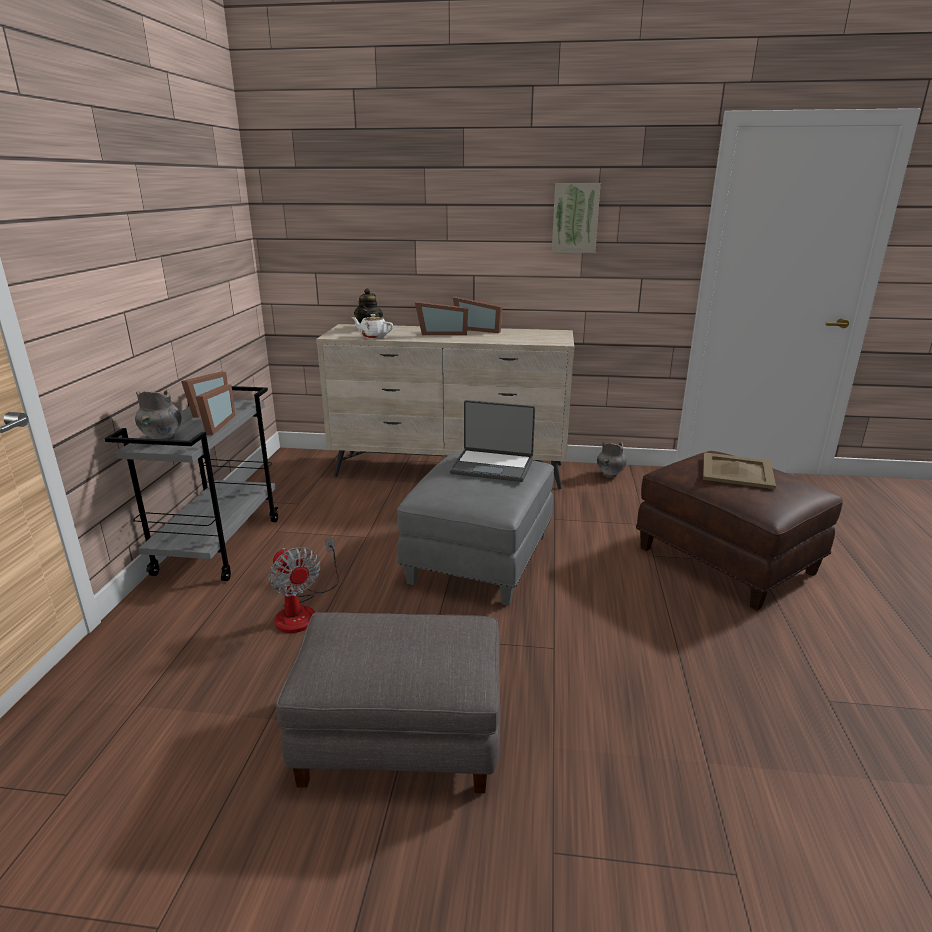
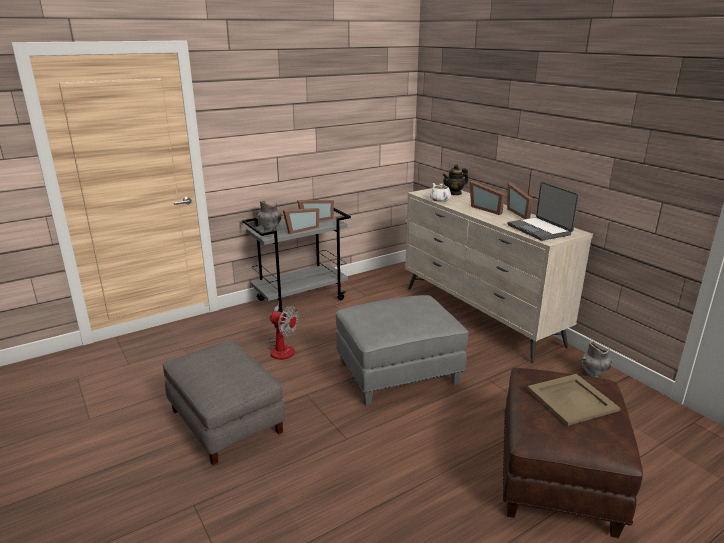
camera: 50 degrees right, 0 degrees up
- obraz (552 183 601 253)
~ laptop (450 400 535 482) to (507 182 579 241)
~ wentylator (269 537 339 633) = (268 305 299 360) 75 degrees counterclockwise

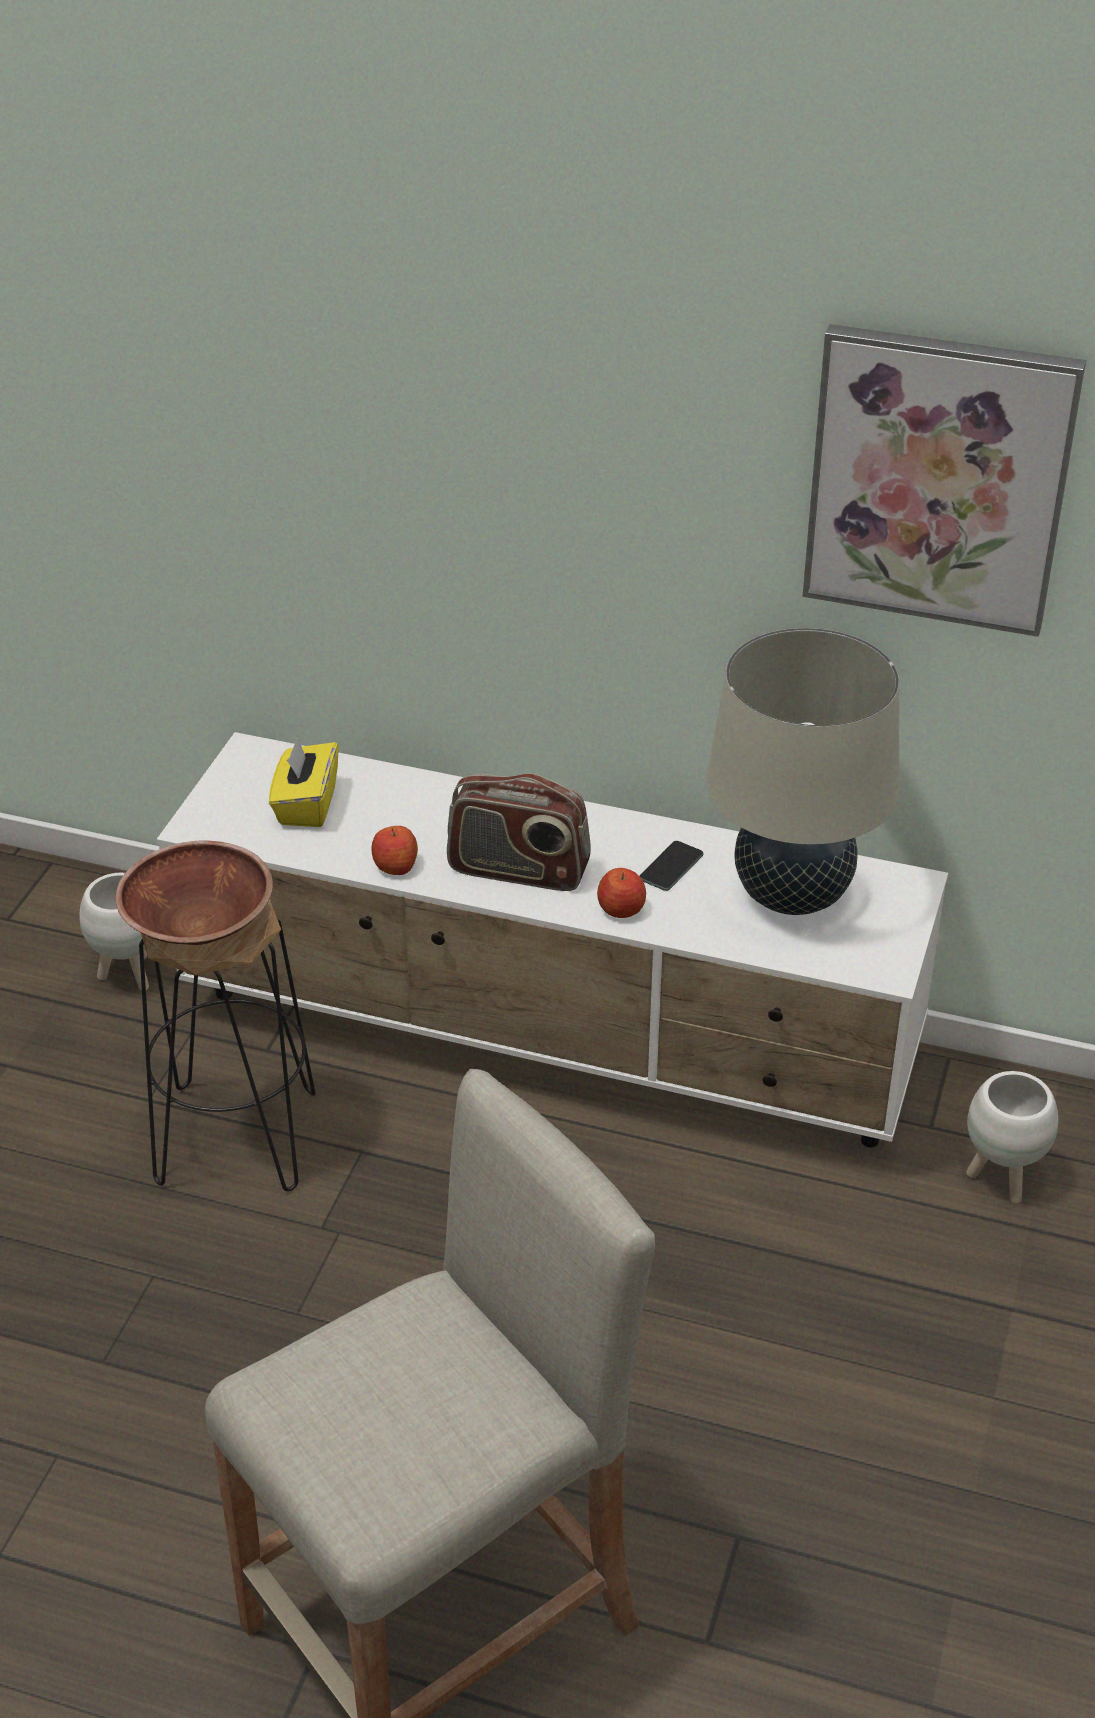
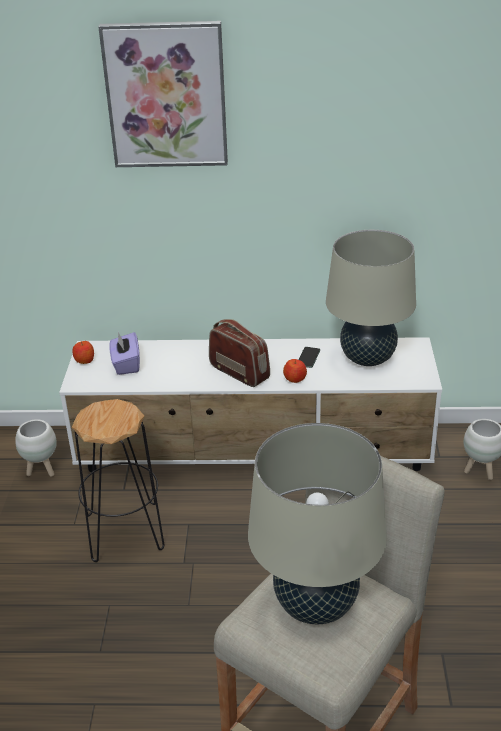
camera: 15 degrees left, 5 degrees down
- miska (brązowy) (115 840 273 945)
+ lampa stołowa (beżowy) (248 423 387 624)
~ jabłko (371 826 418 875) to (72 341 94 364)
~ obraz (803 324 1086 637) to (98 21 228 167)
~ pudełko chusteczek (żółty) (269 737 339 827) to pudełko chusteczek (fioletowy) (109 332 140 375)
~ radio (447 773 591 891) = (209 319 270 387) 135 degrees counterclockwise

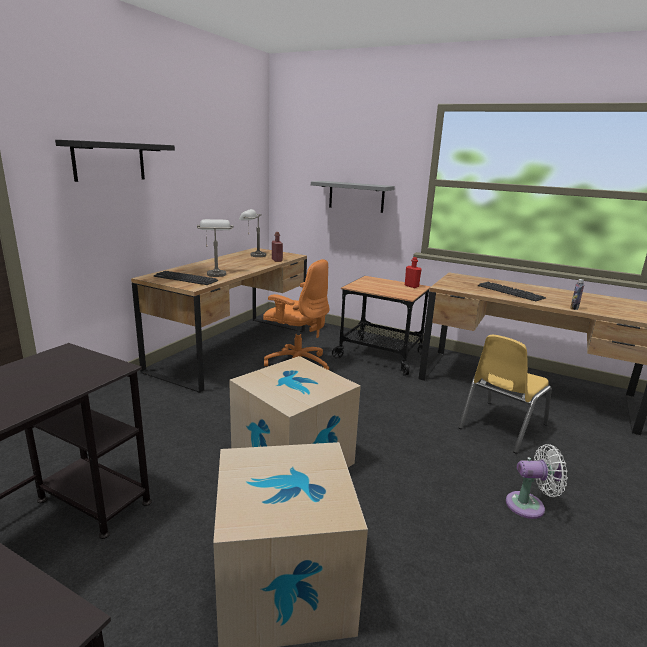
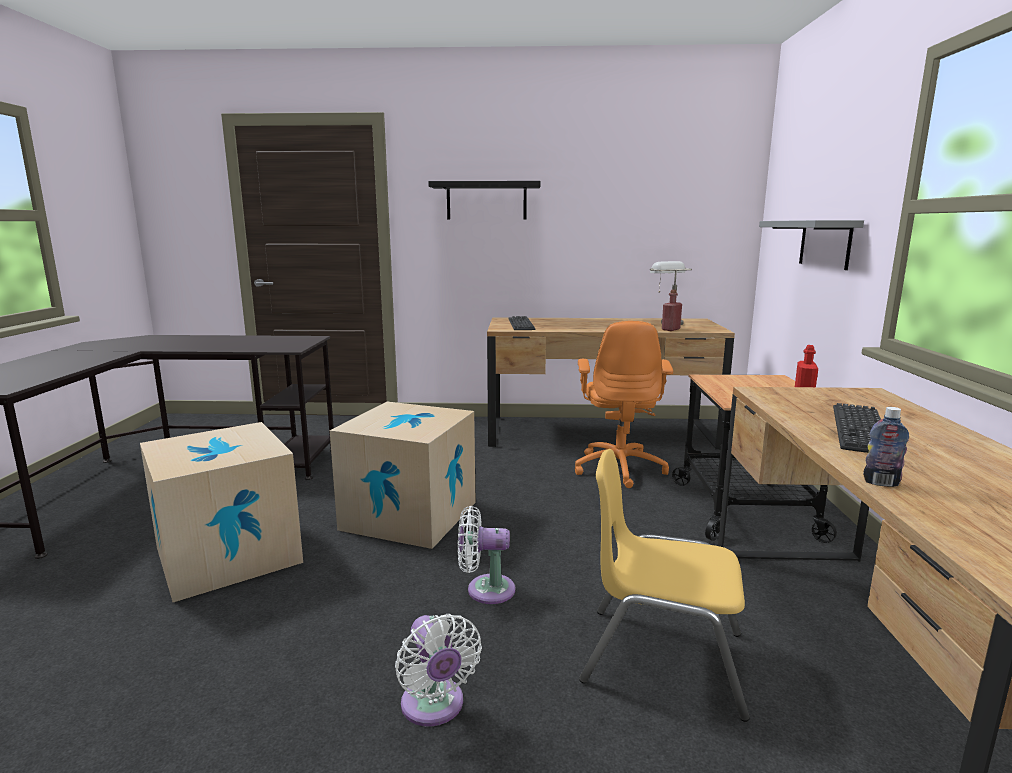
camera: 65 degrees right, 5 degrees down
- lampa stołowa (szary) (197 219 234 277)
+ wentylator (biały) (458 506 515 604)

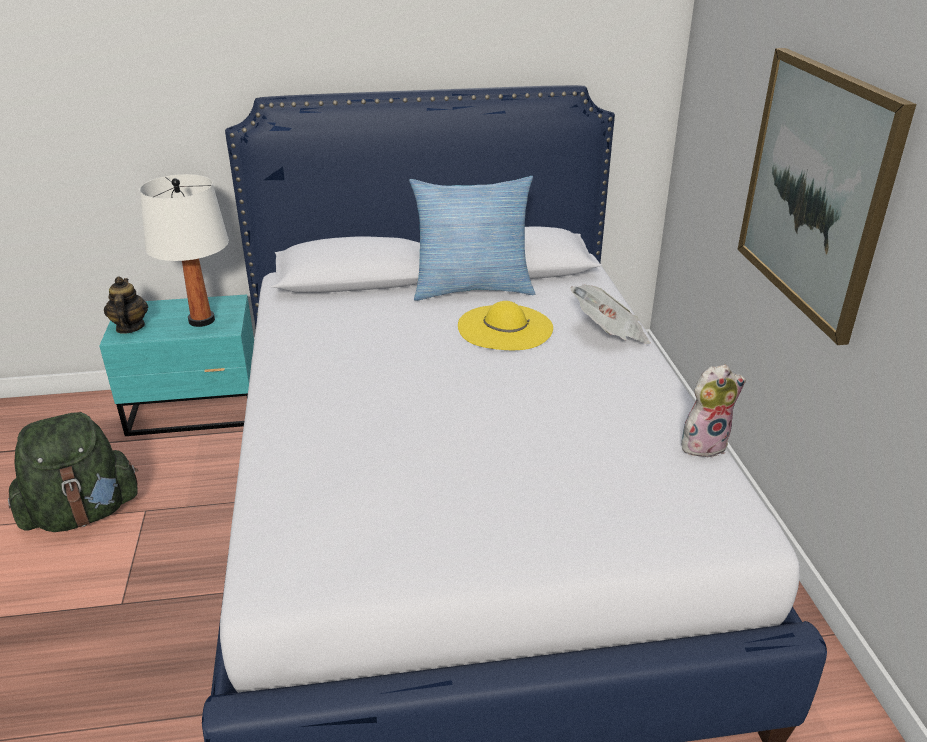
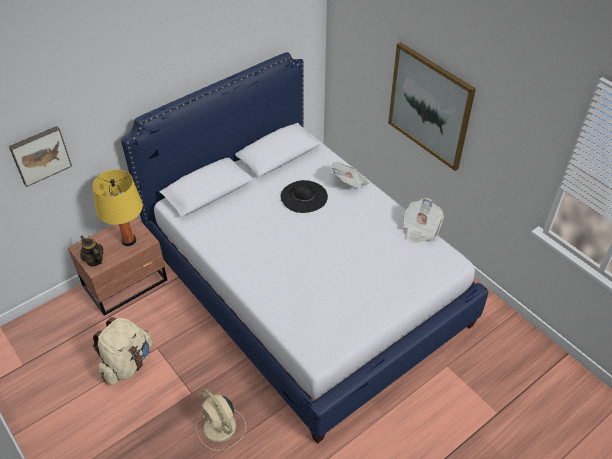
camera: 30 degrees left, 15 degrees up
- poduszka (409 176 535 301)
+ obraz (9 126 72 187)
+ wentylator (beżowy) (196 389 246 451)
~ pluszak (681 364 746 457) to gazeta (403 198 444 243)
~ plecak (zielony) (8 412 138 532) to plecak (beżowy) (93 317 152 385)
~ szafka nocna (turkusowy) (99 294 254 436) to szafka nocna (brązowy) (68 217 167 316)
~ lampa stołowa (biały) (140 174 229 327) to lampa stołowa (żółty) (92 170 143 246)
~ kapelusz (żółty) (458 301 553 350) to kapelusz (czarny) (281 180 328 213)

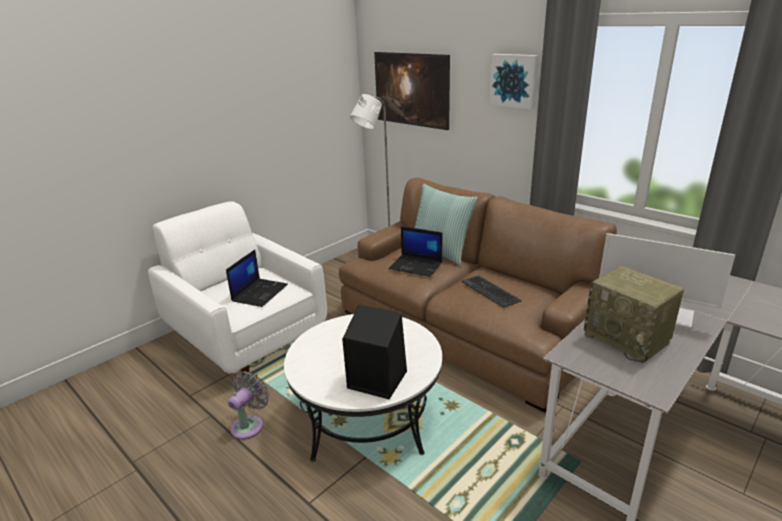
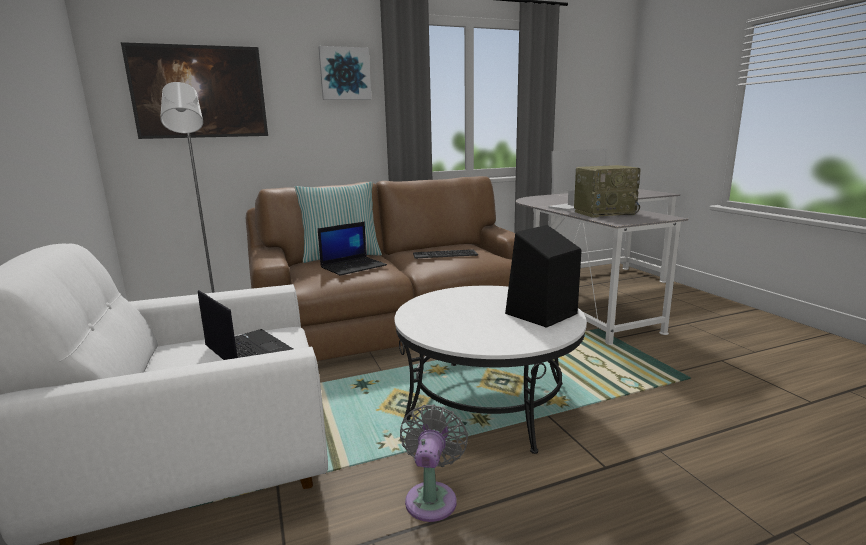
camera: 65 degrees left, 10 degrees down
~ wentylator (szary) (228 371 269 440) = (400 404 468 522) 45 degrees clockwise

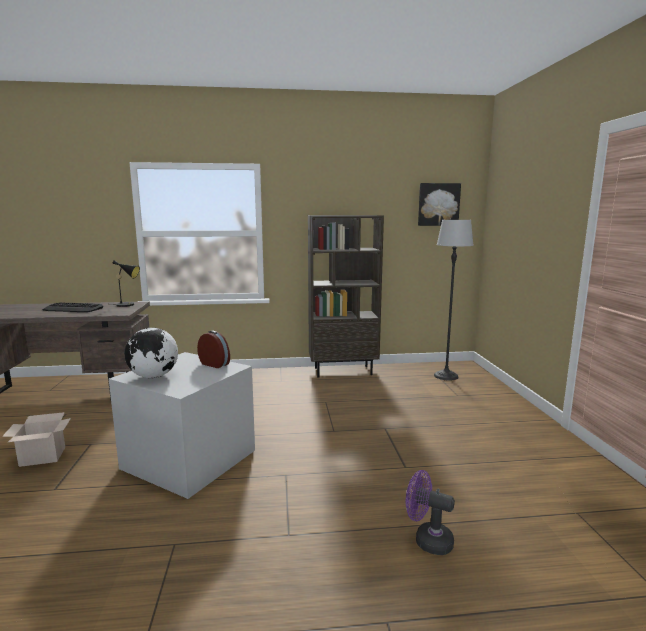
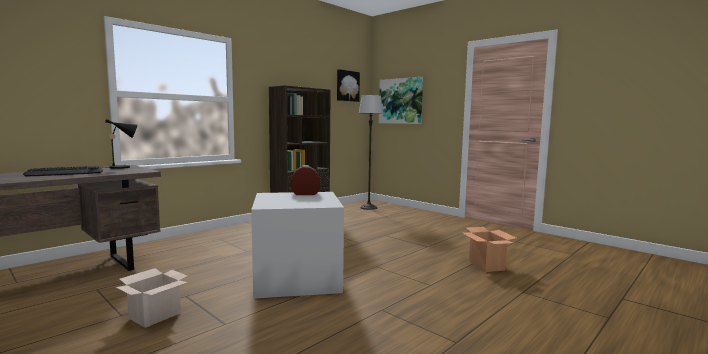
camera: 40 degrees left, 5 degrees down
- globus (124 328 178 378)
+ obraz (379 77 423 124)
~ wentylator (fioletowy) (406 470 455 555) to karton (461 227 517 272)

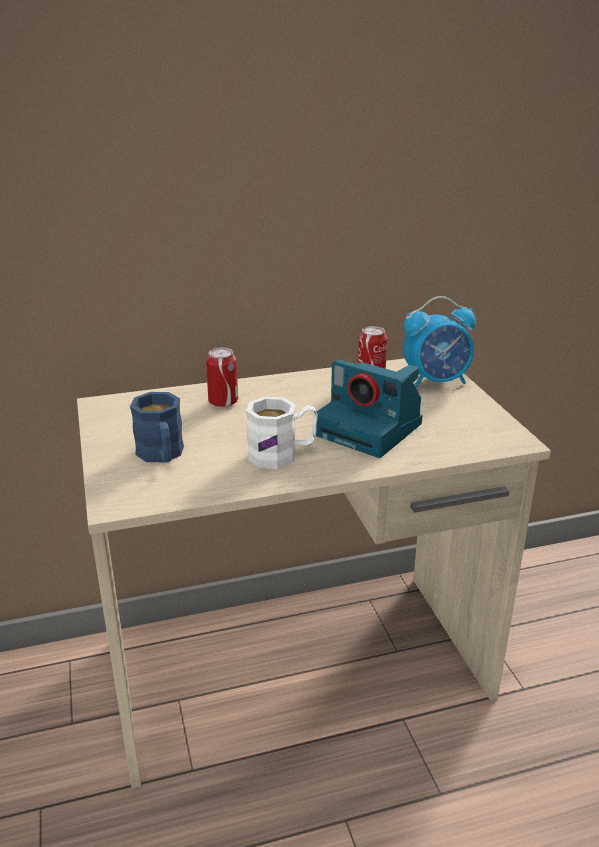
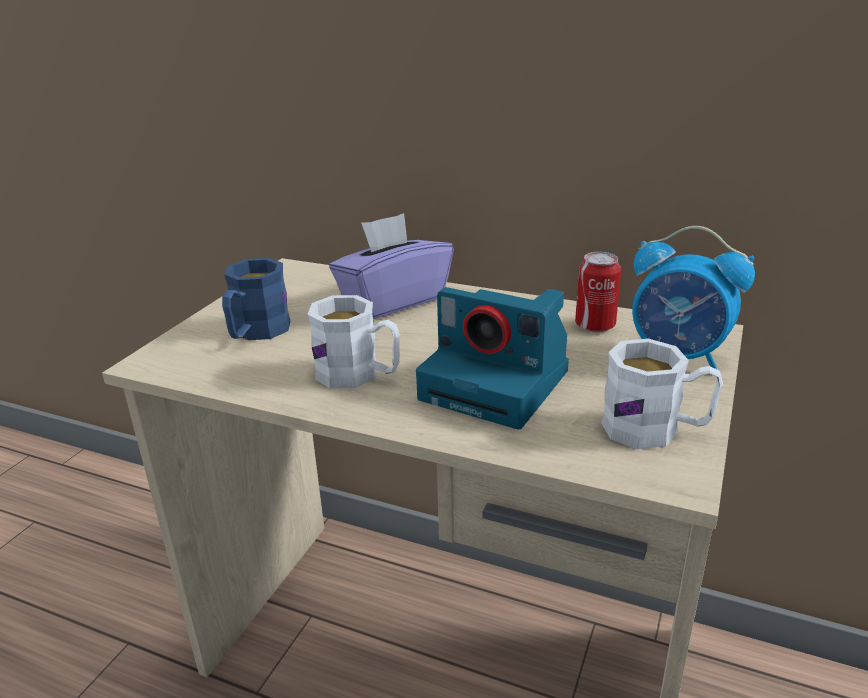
camera: 40 degrees right, 0 degrees up
+ kubek (biały) (601 339 723 449)
~ puszka (206 347 238 407) to pudełko chusteczek (fioletowy) (329 213 454 319)
~ aparat fotograficzny (316 359 423 458) = (416 287 569 429) 45 degrees counterclockwise

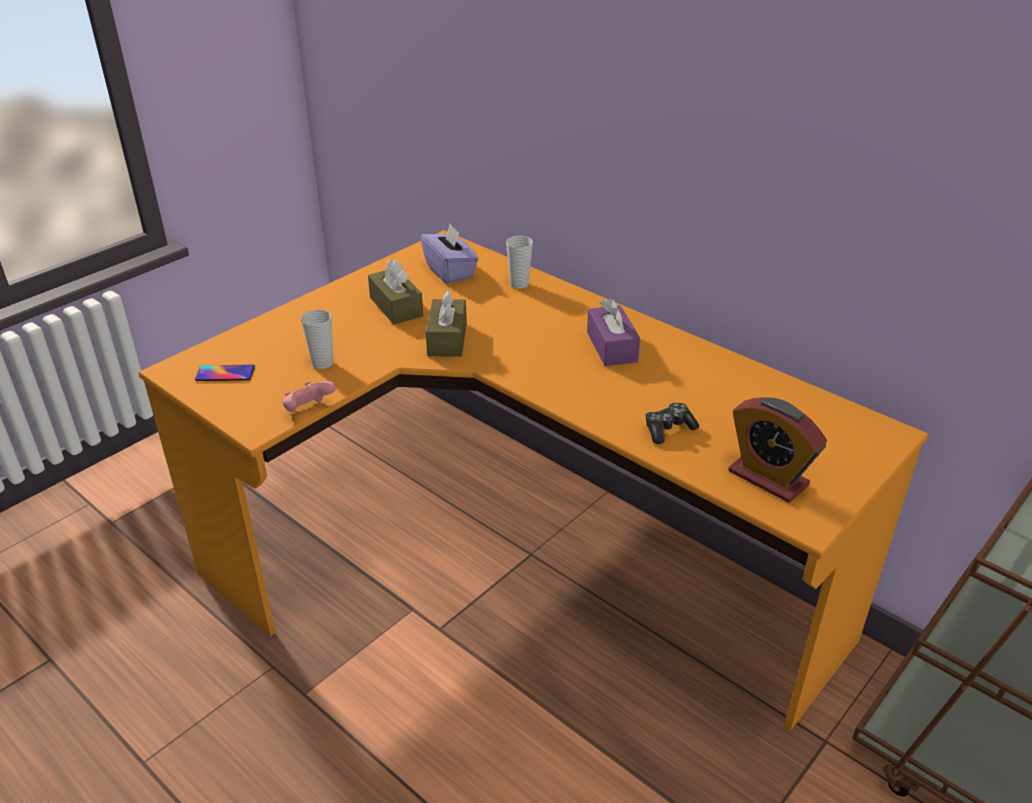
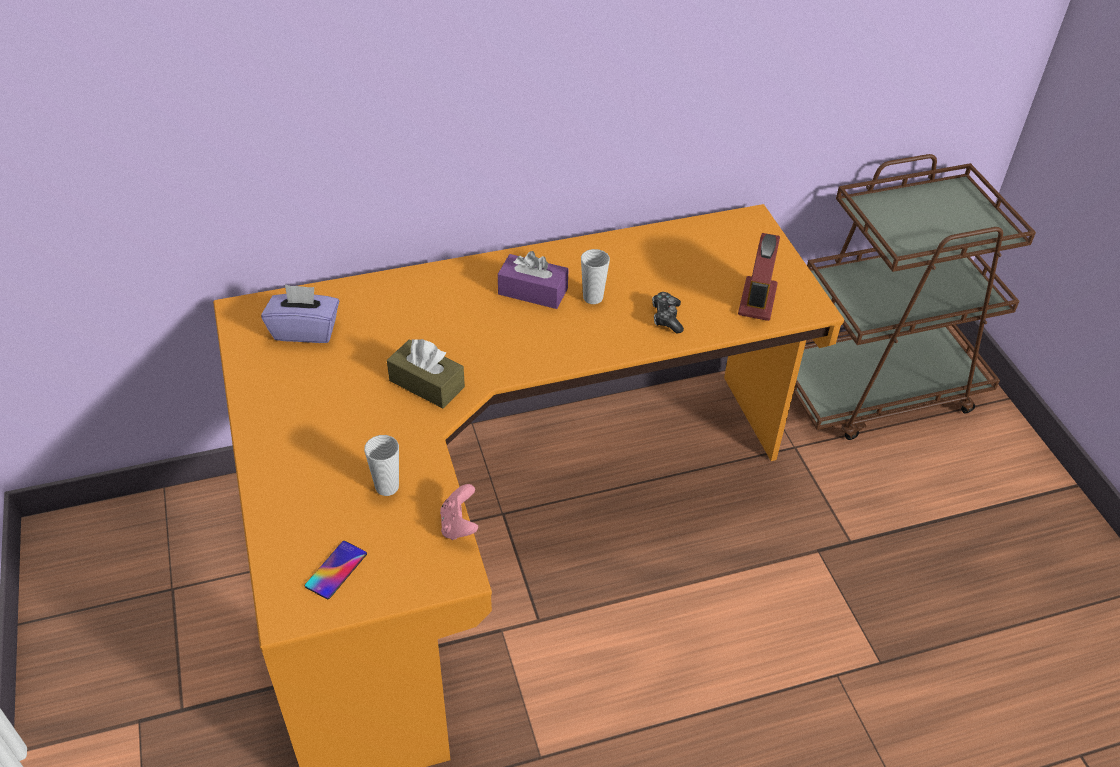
camera: 60 degrees left, 10 degrees up
- pudełko chusteczek (brązowy) (368 260 423 324)
~ filiżanka (506 236 533 289) to (581 249 610 304)
~ budzik (728 397 827 503) = (738 233 780 321) 120 degrees clockwise

